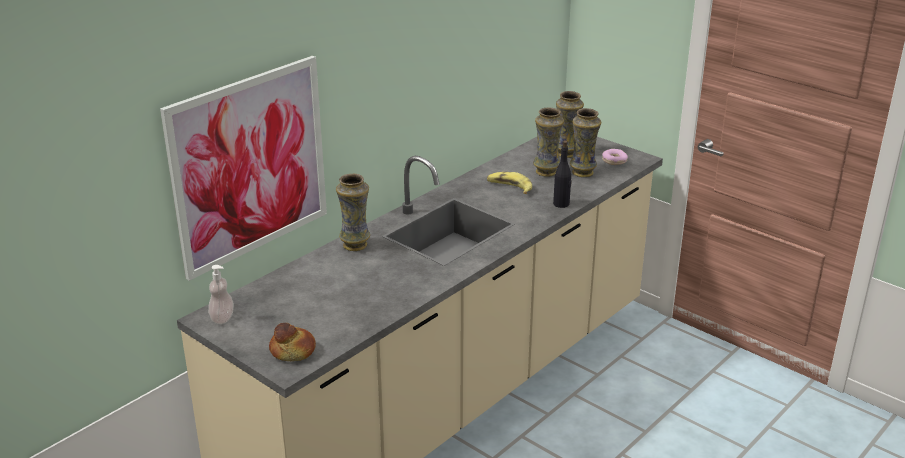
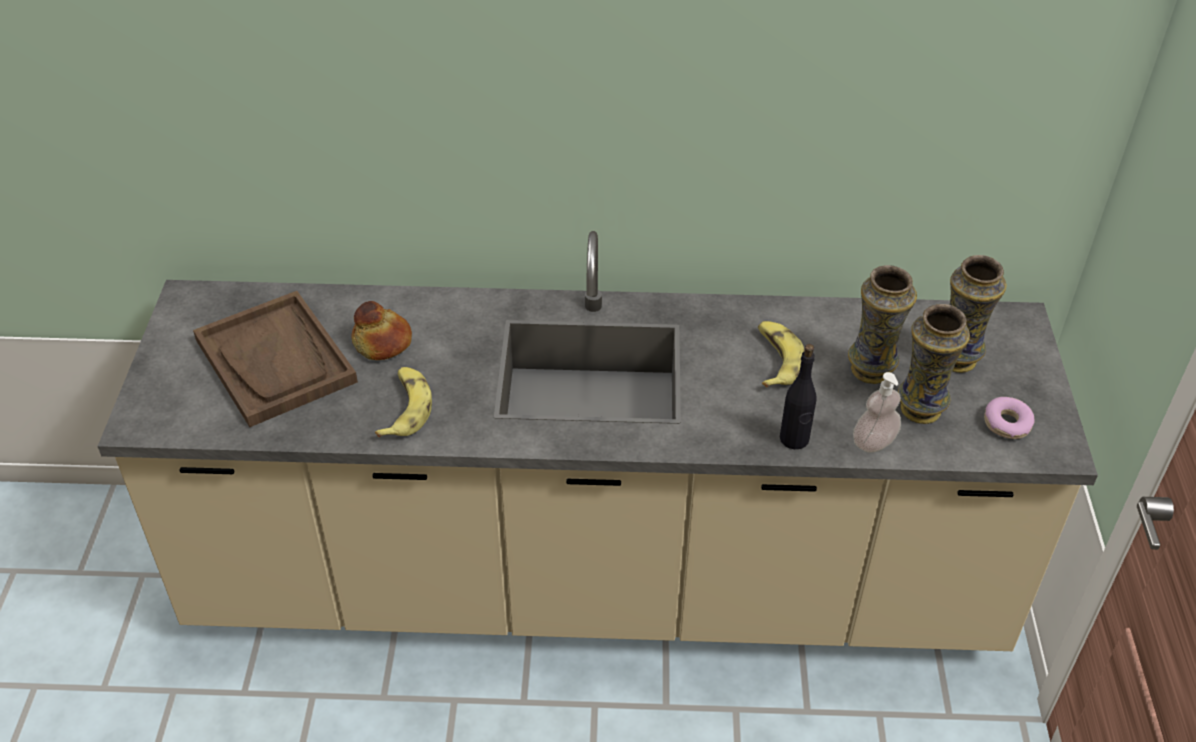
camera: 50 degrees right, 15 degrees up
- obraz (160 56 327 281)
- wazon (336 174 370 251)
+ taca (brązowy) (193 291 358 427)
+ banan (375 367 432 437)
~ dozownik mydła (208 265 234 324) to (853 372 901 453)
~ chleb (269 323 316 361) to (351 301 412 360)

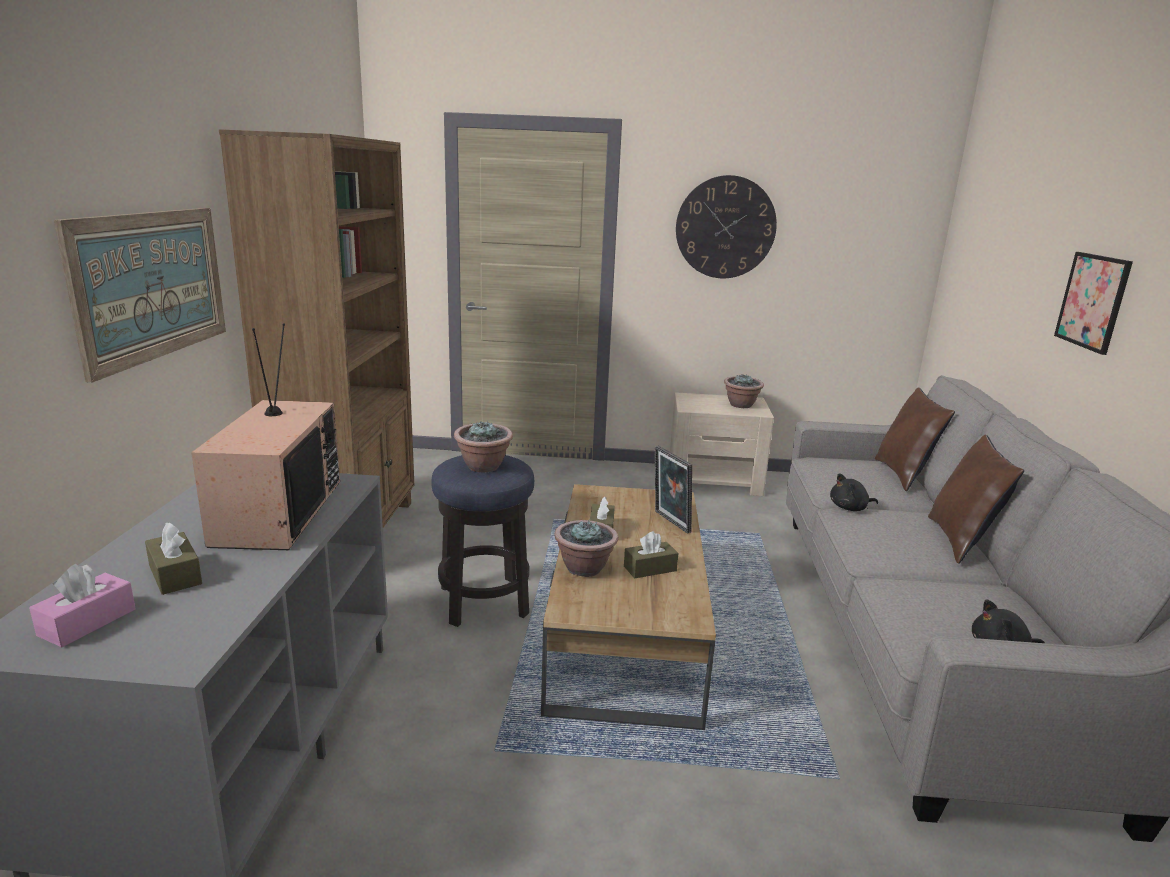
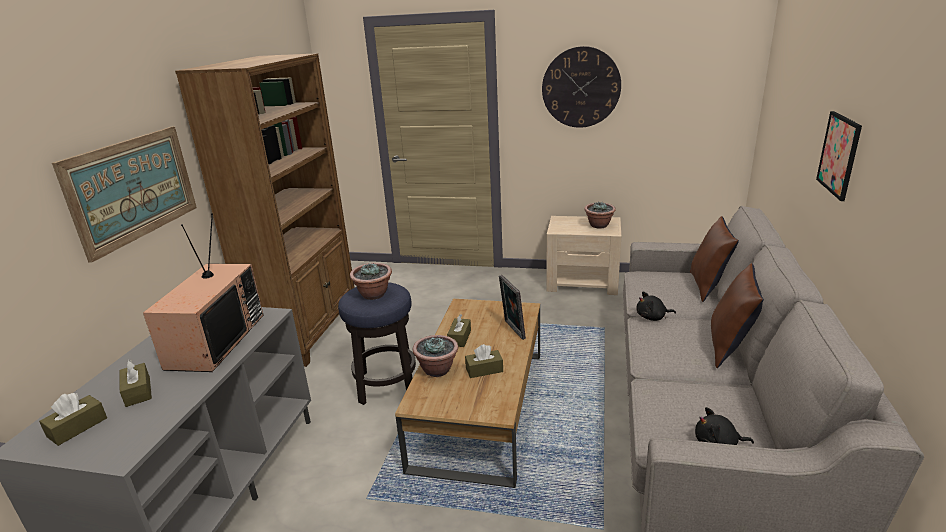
camera: 10 degrees right, 5 degrees up
~ pudełko chusteczek (różowy) (29 564 136 647) to pudełko chusteczek (brązowy) (39 393 107 446)

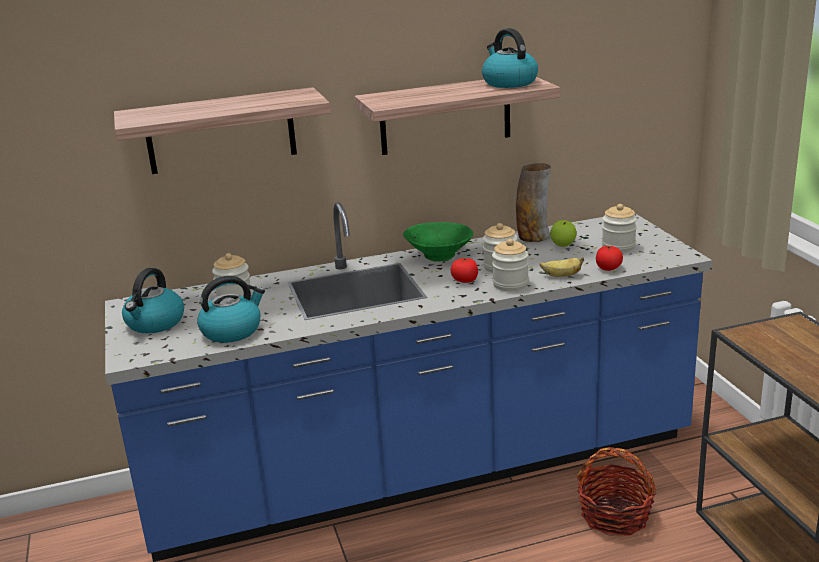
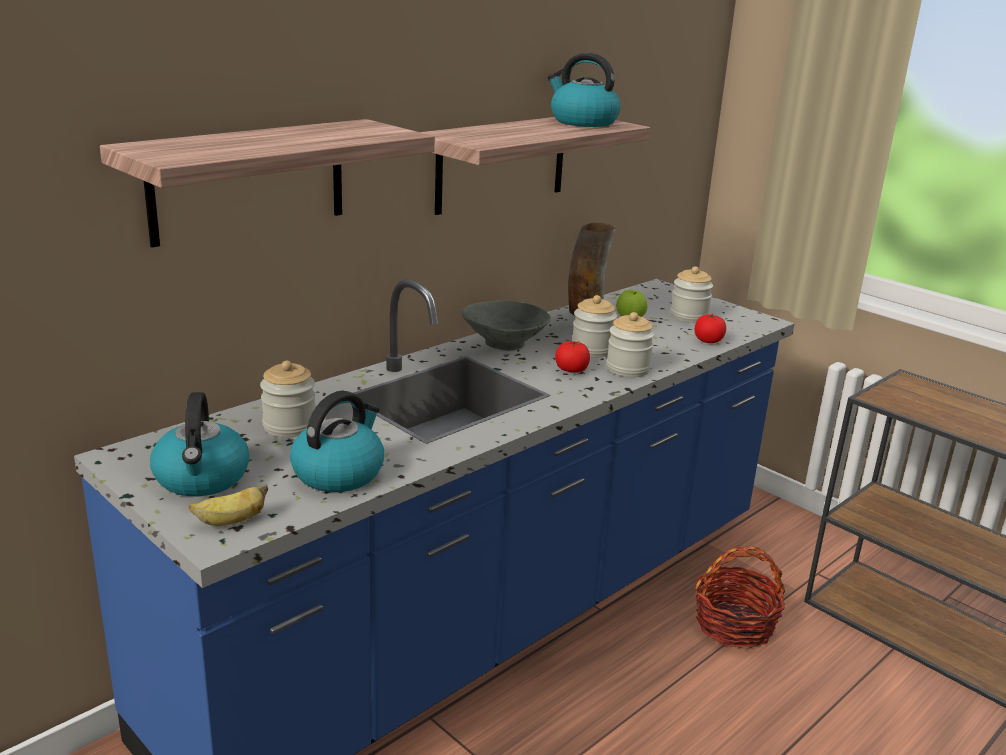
camera: 30 degrees left, 0 degrees up
~ banan (540 257 584 277) to (189 484 268 526)
~ miska (zielony) (403 222 473 262) to miska (szary) (462 301 550 351)

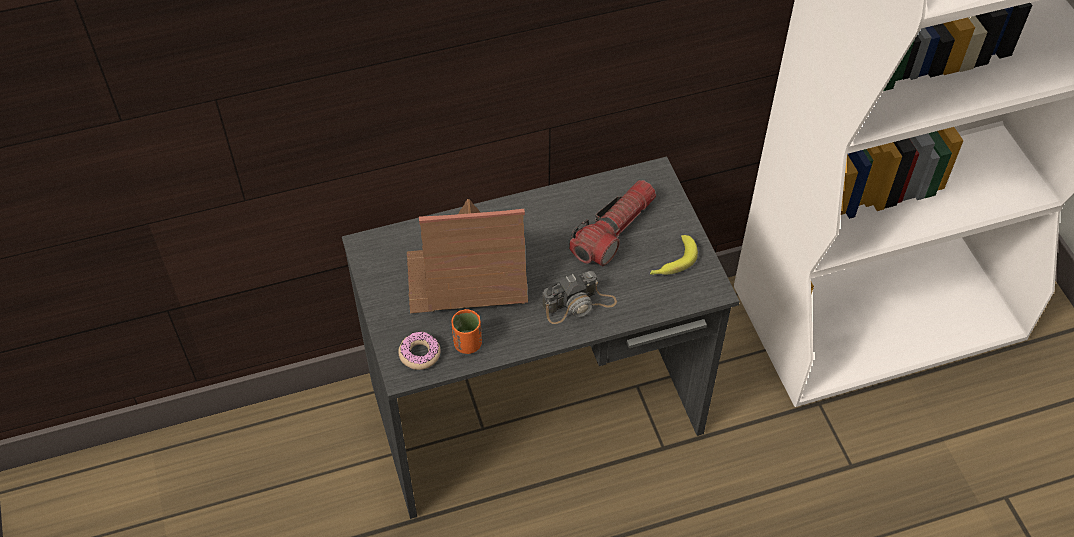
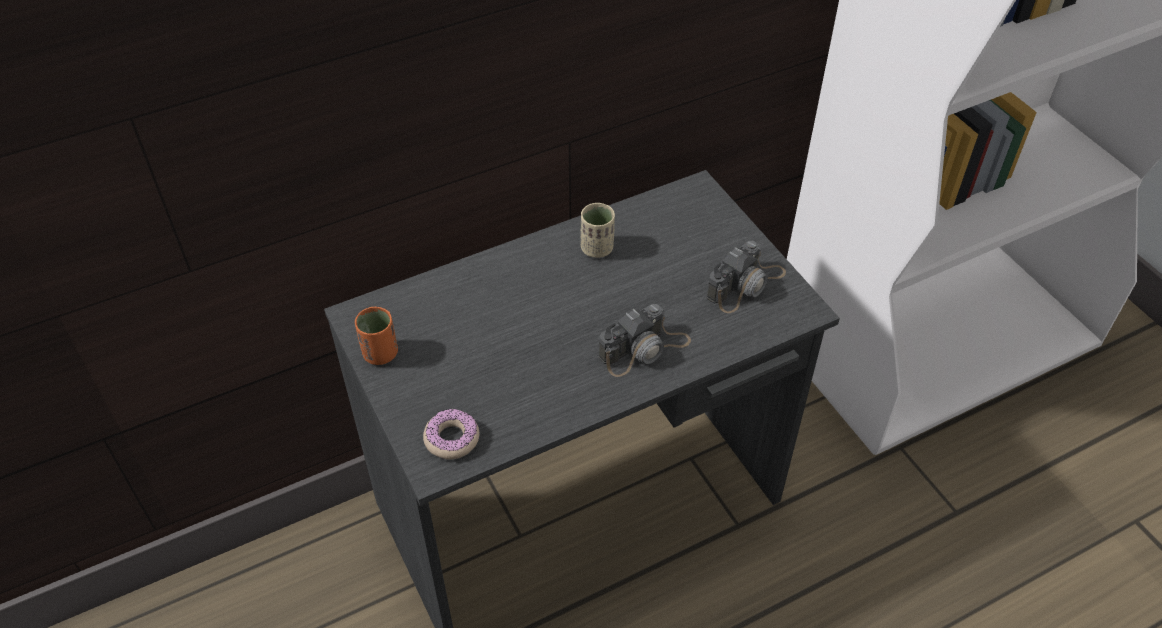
camera: 10 degrees left, 5 degrees down
- domek (407 199 528 313)
- latarka (569 180 656 266)
+ filiżanka (beżowy) (581 203 615 258)
~ filiżanka (pomarańczowy) (452 309 482 354) to (355 307 398 365)
~ banan (650 235 698 275) to aparat fotograficzny (706 241 786 313)

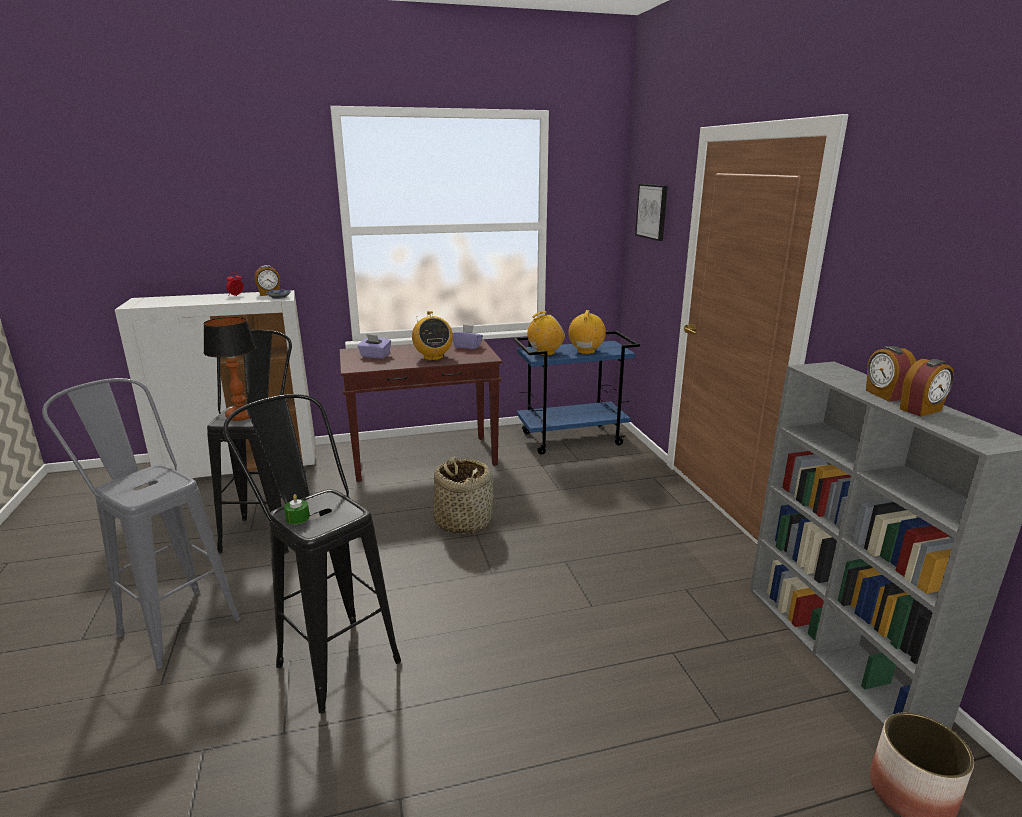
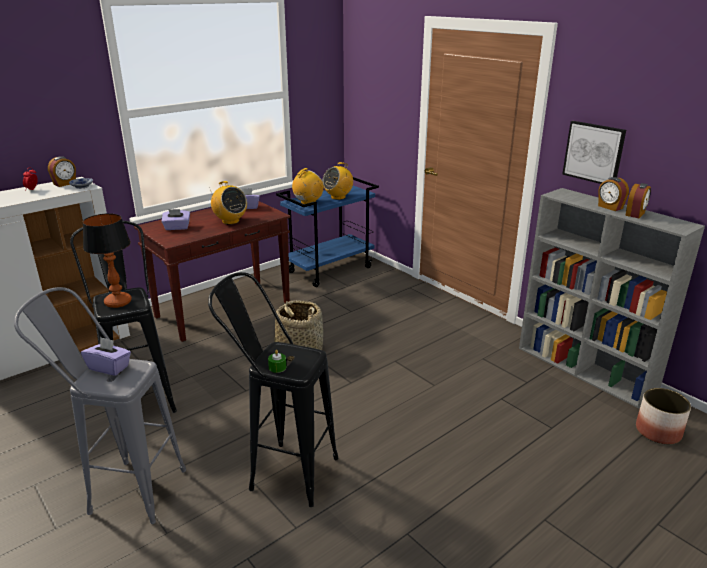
camera: 25 degrees left, 5 degrees up
+ pudełko chusteczek (fioletowy) (81 337 131 376)
~ obraz (635 184 668 241) to (562 121 626 184)
~ radio (568 310 606 354) = (323 162 353 200) 120 degrees counterclockwise

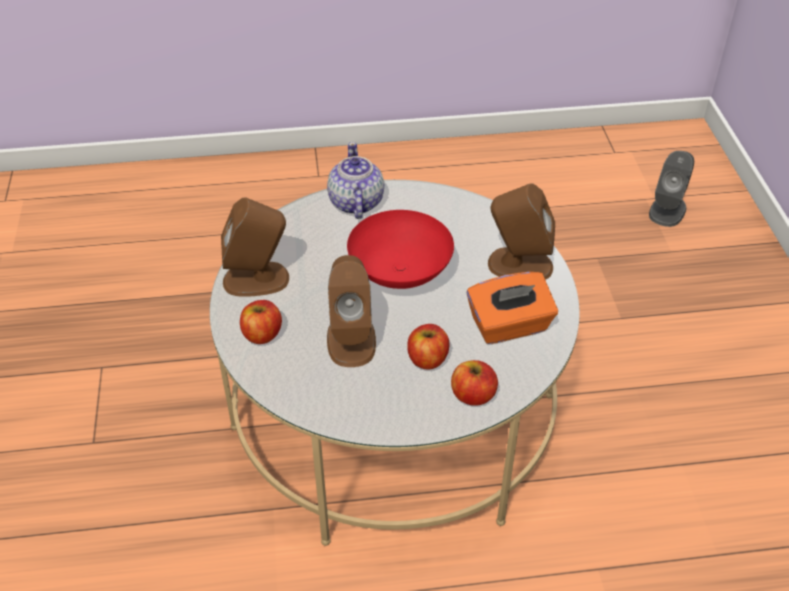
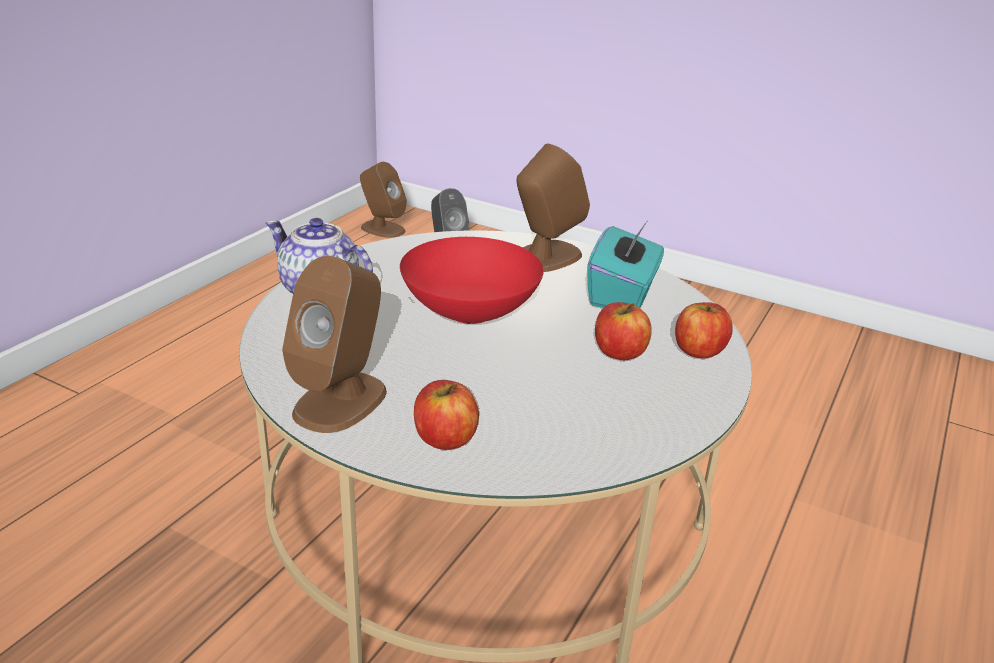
camera: 55 degrees left, 15 degrees down
~ głośnik (brązowy) (327 255 376 367) to (360 162 407 238)
~ pudełko chusteczek (pomarańczowy) (467 272 558 344) to pudełko chusteczek (turkusowy) (587 222 664 308)

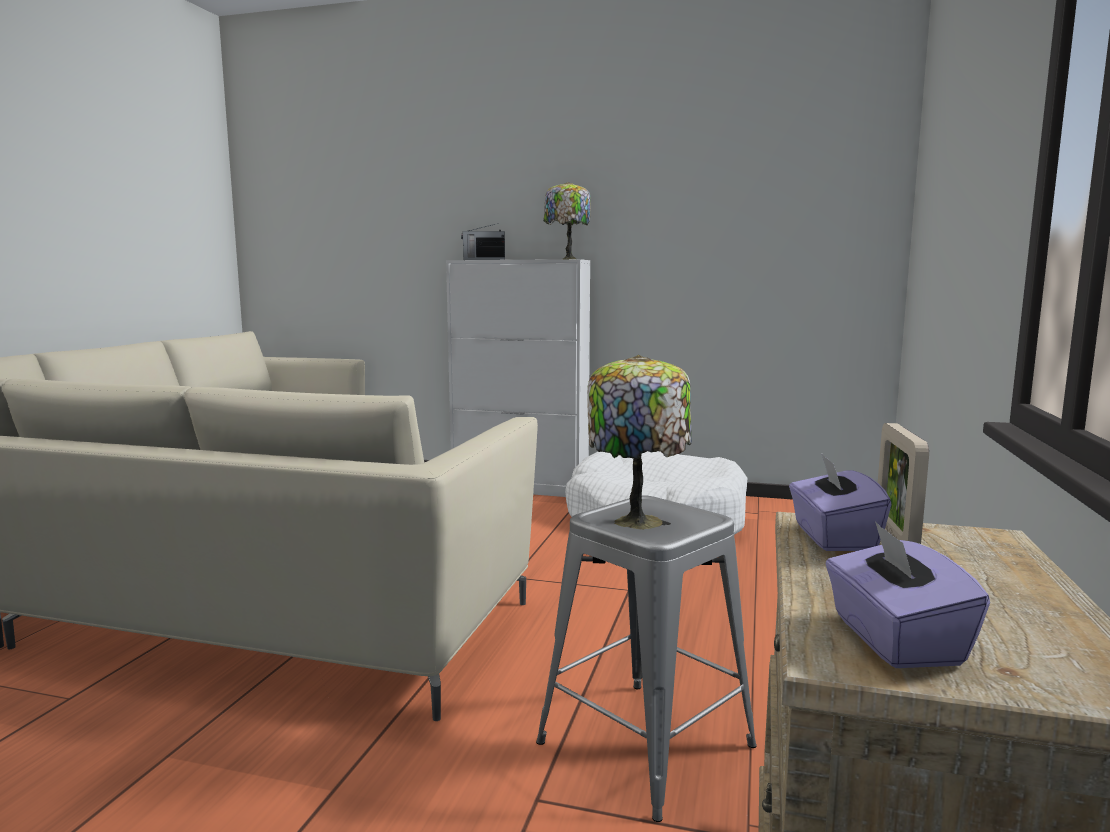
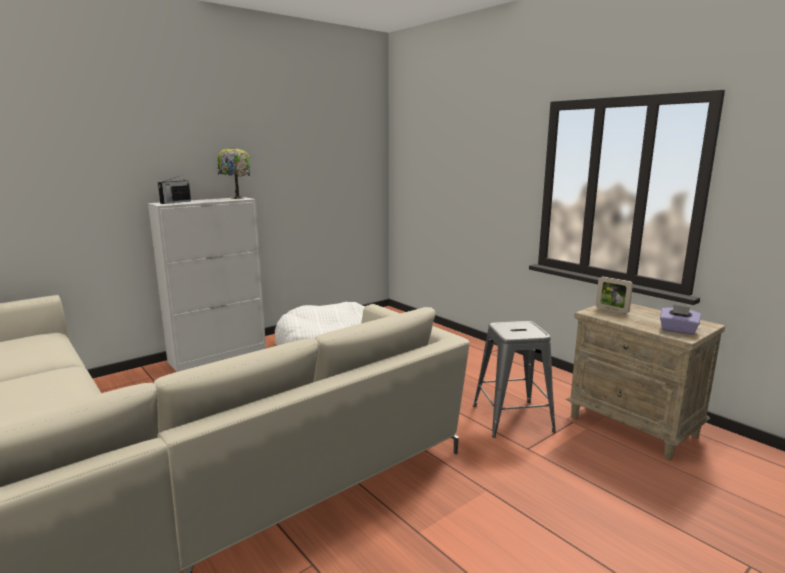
camera: 55 degrees left, 5 degrees up
- lampa stołowa (587 355 692 530)
- pudełko chusteczek (fioletowy) (789 454 891 551)

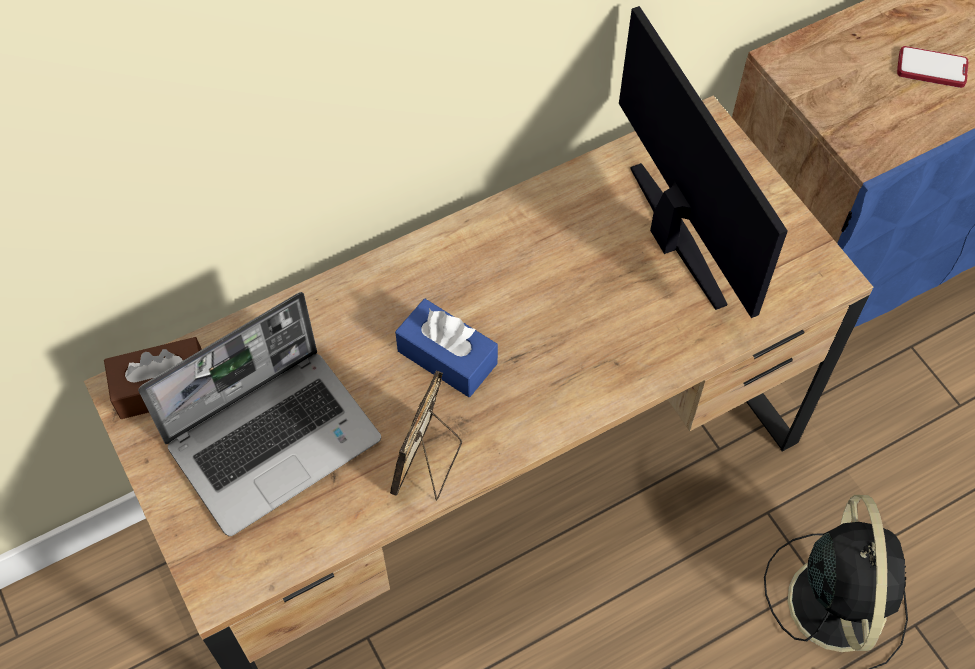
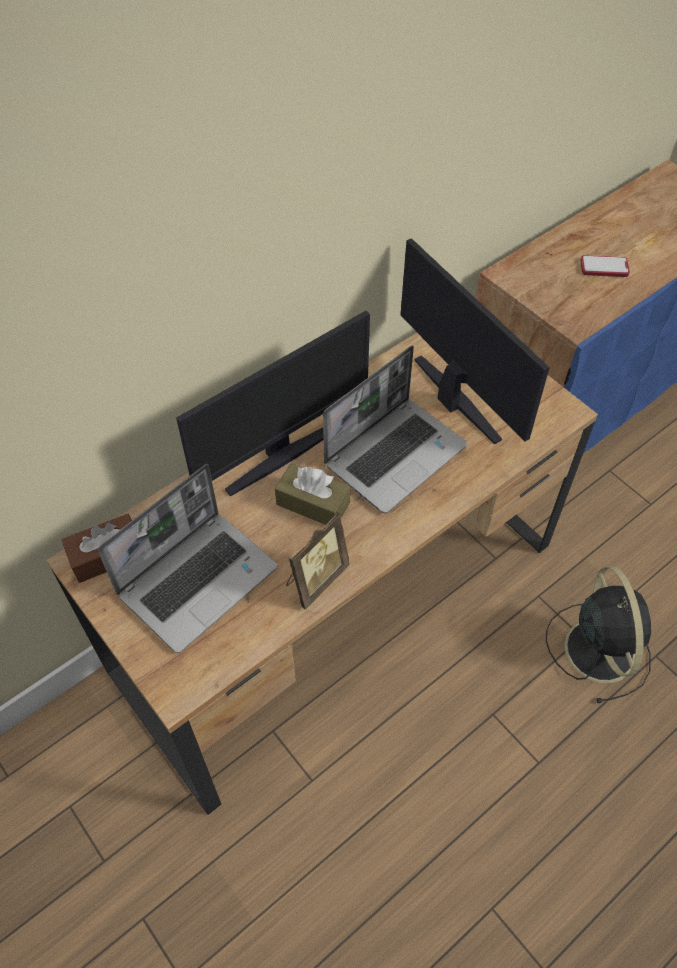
camera: 10 degrees left, 5 degrees down
+ monitor (176 311 370 496)
+ laptop (323 345 467 513)
~ pudełko chusteczek (niebieski) (395 299 498 397) to pudełko chusteczek (brązowy) (275 463 350 525)
~ ramka na zdjęcie (390 371 462 500) = (286 512 350 610) 150 degrees counterclockwise

